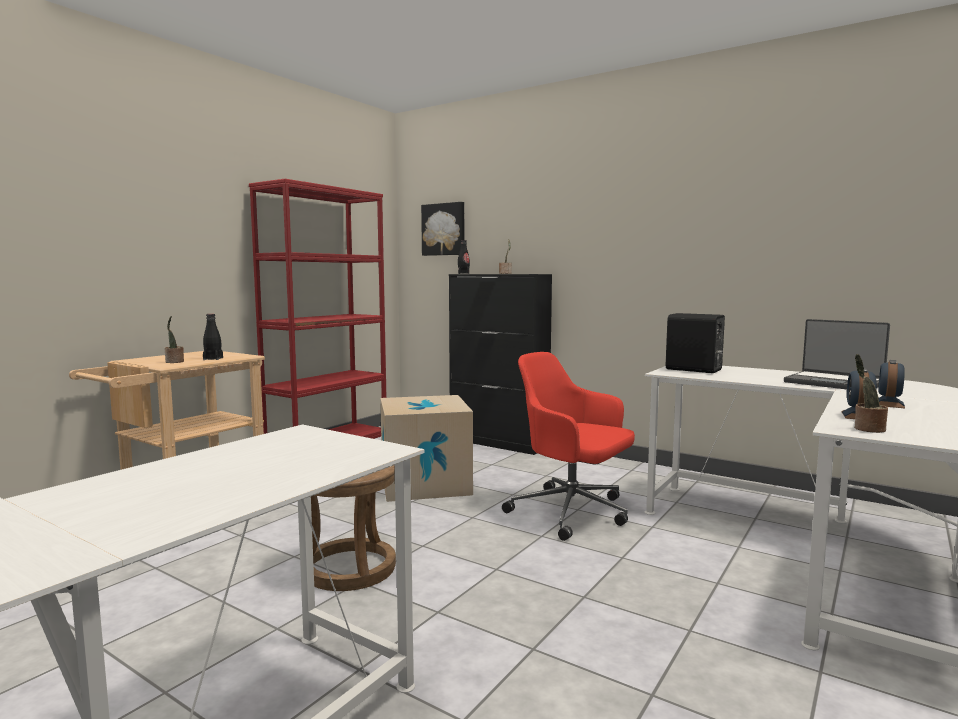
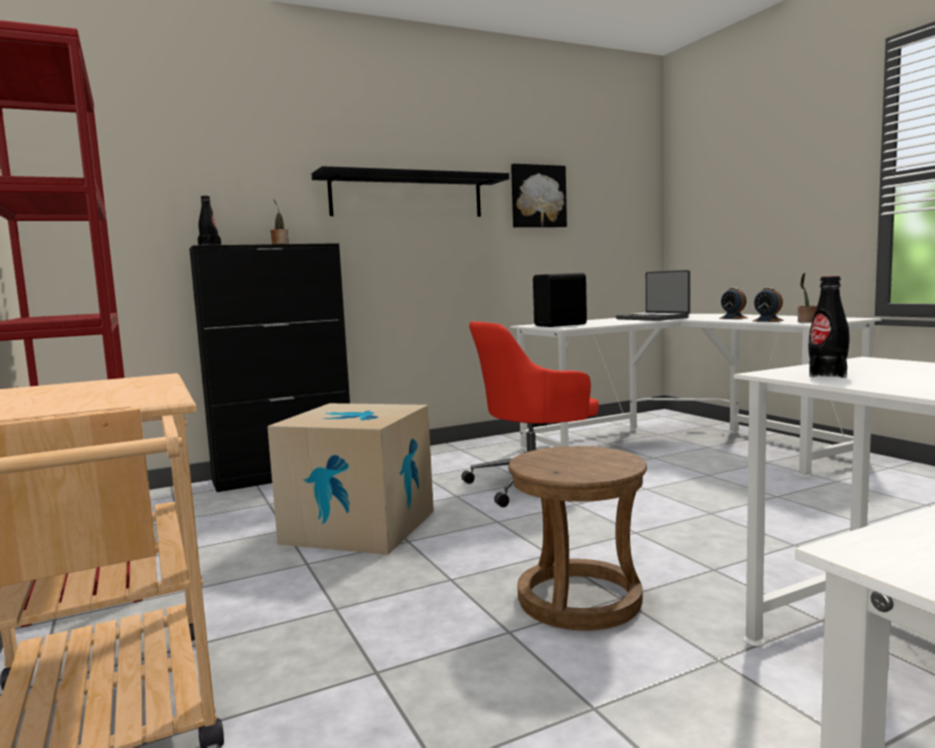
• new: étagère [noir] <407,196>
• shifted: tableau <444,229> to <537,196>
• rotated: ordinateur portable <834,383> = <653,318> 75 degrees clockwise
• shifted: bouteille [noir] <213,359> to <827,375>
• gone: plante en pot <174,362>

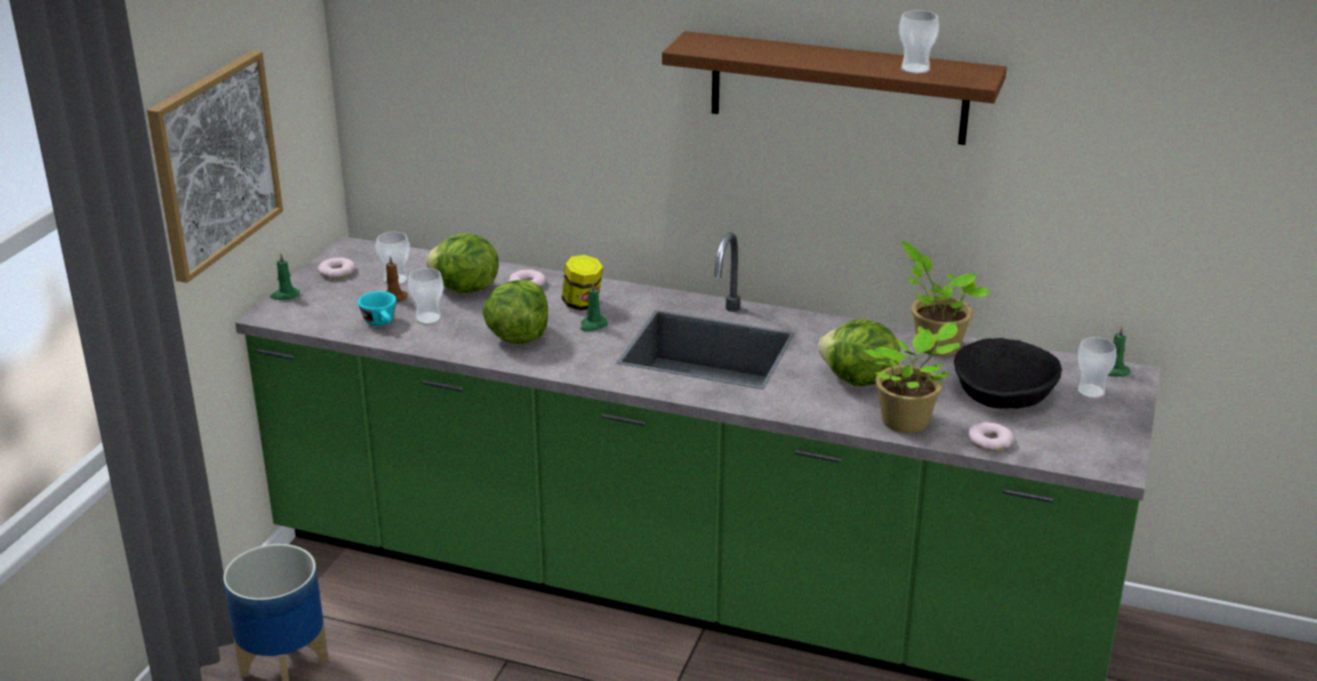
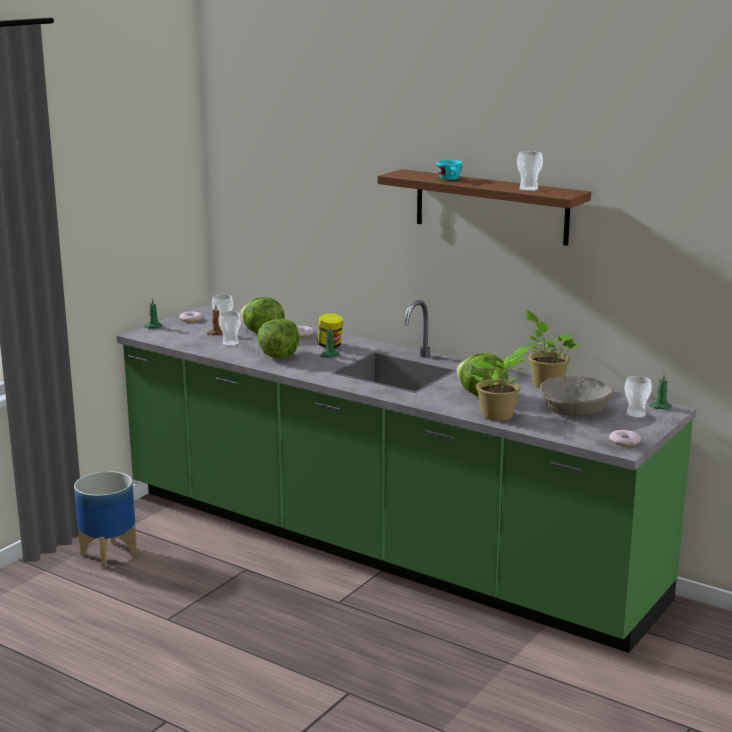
• shifted: tasse [turquoise] <381,323> to <450,179>
• repainted: bol [noir] <1004,392> to bol [beige] <575,409>
• shifted: beignet <990,441> to <624,441>
• gone: tableau <214,163>

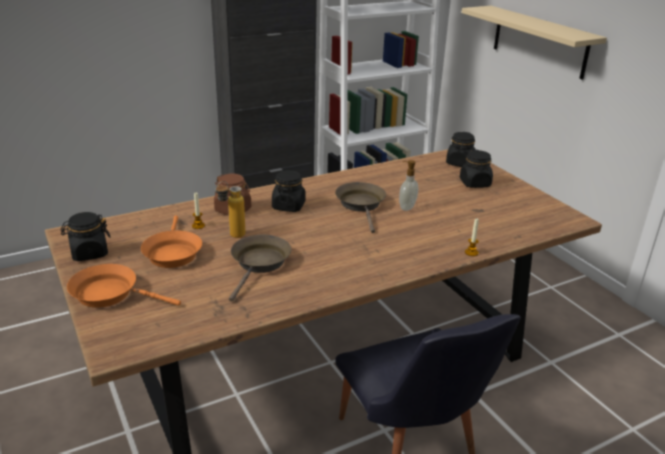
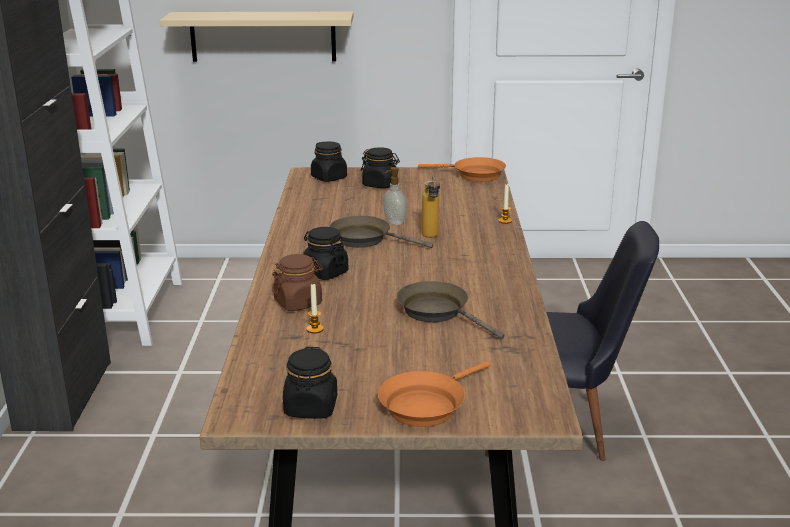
• shifted: poêle [orange] <172,253> to <474,175>
• shifted: bouteille <232,236> to <431,237>

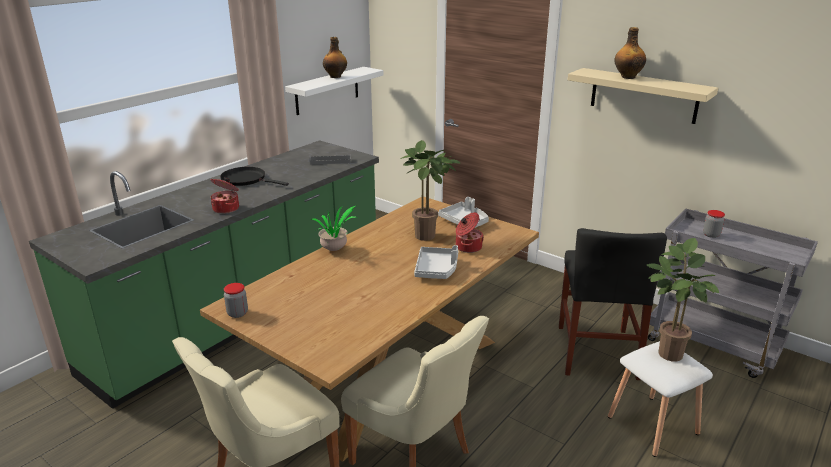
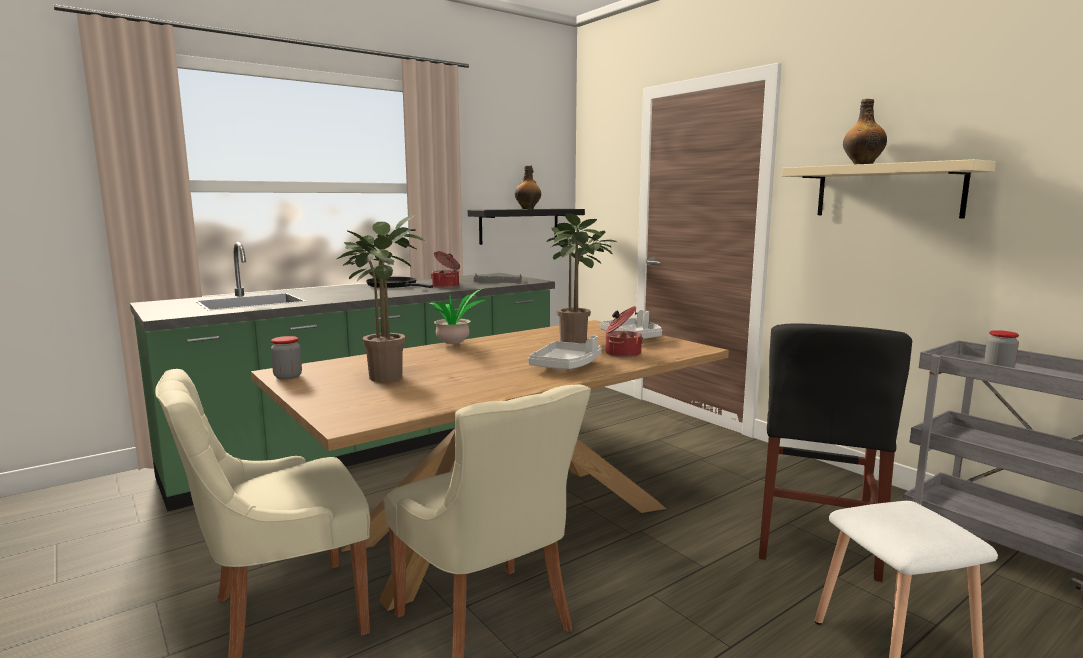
• shifted: plante en pot <666,352> to <385,376>
• shifted: marmite <227,208> to <446,286>
• repainted: étagère [blanc] <327,90> to étagère [noir] <519,226>

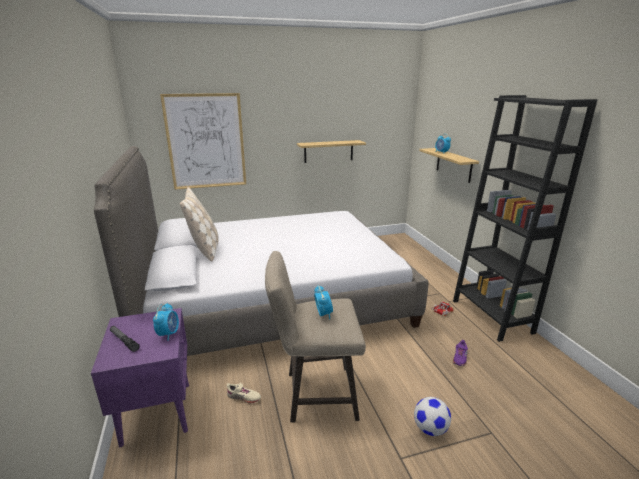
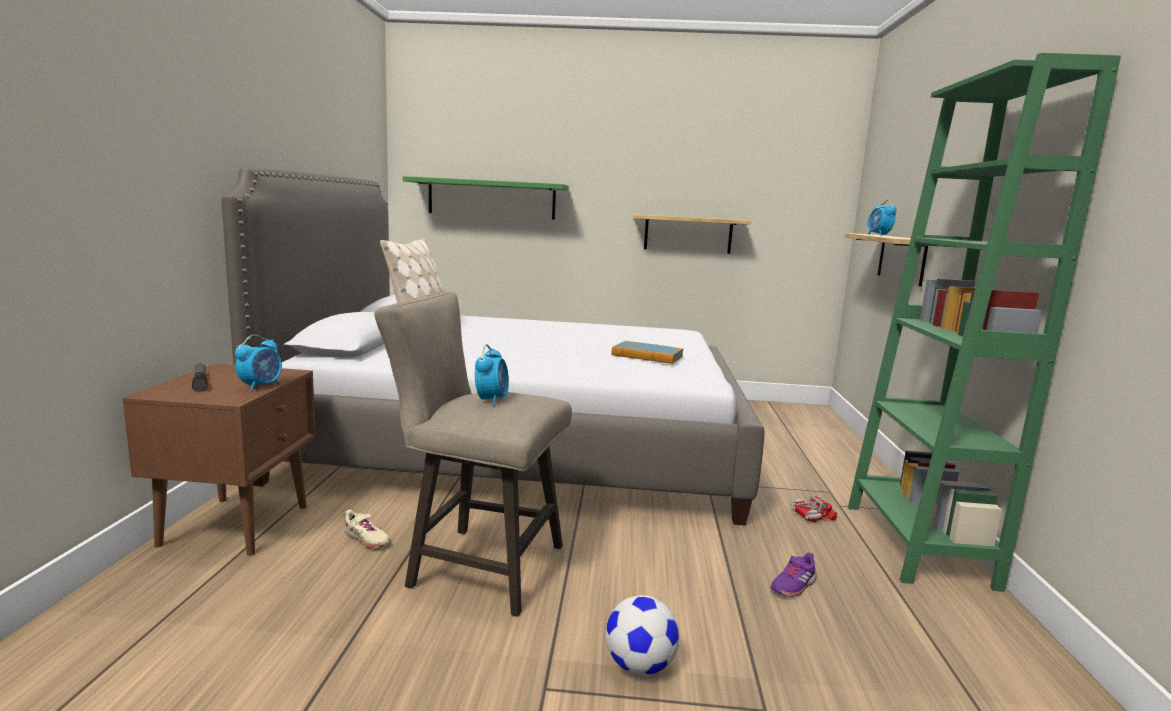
• repainted: table de chevet [violet] <158,411> to table de chevet [marron] <238,524>
• swapped: tableau <206,142> to étagère [vert] <491,199>
• new: livre <647,355>
• repainted: bibliothèque [noir] <491,316> to bibliothèque [vert] <917,544>

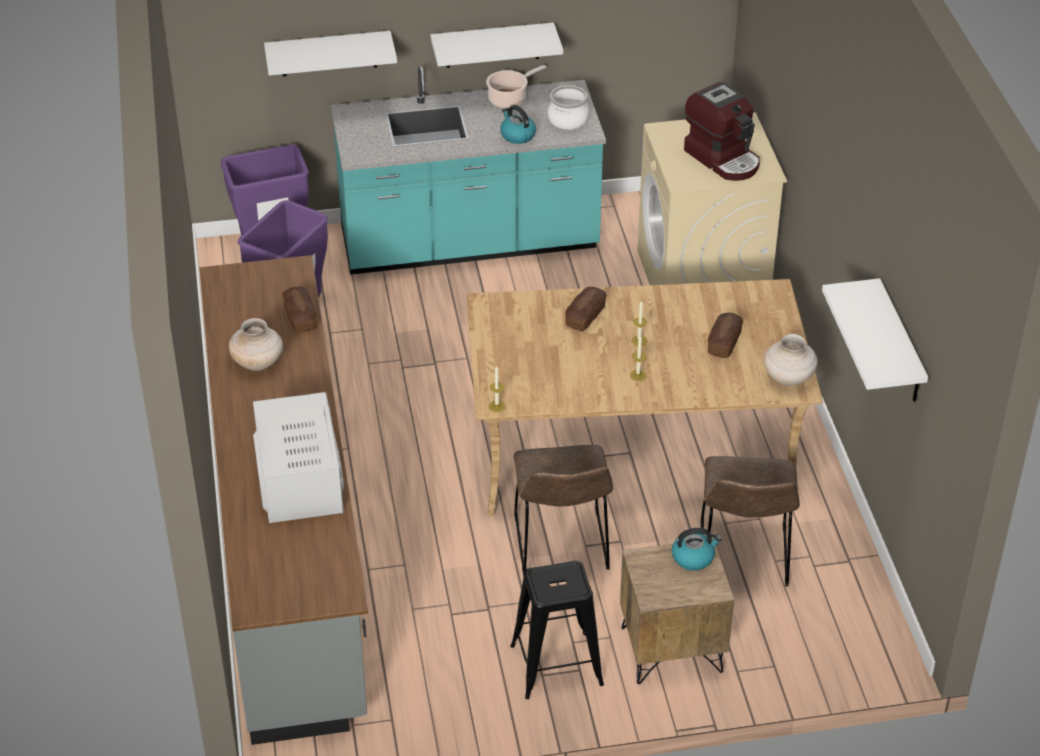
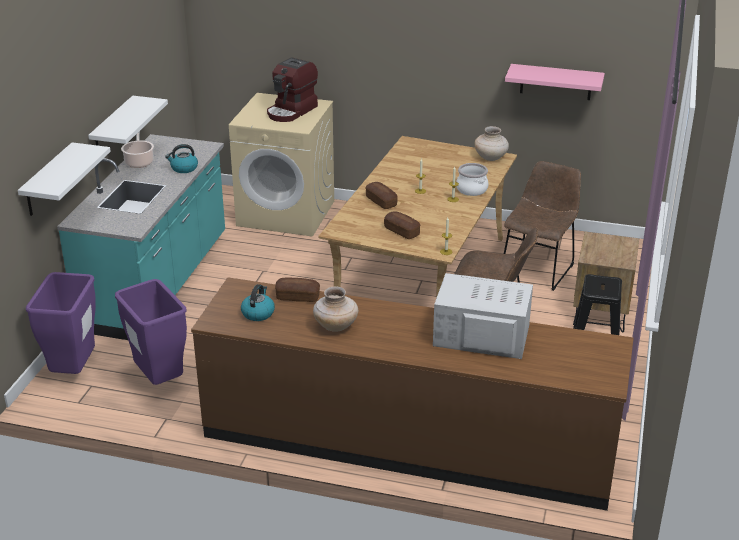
• repainted: comptoir de cuisine [gris] <289,541> to comptoir de cuisine [marron] <408,442>
• shifted: bouilloire <693,557> to <258,313>
• rotated: machine à café <723,158> = <292,111> 135 degrees clockwise
• shifted: pain <724,342> to <401,231>
• shifted: marmite <567,120> to <471,189>
• rotated: chaise [marron] <743,558> = <538,268> 90 degrees counterclockwise
• repainted: étagère [blanc] <900,344> to étagère [rose] <556,82>

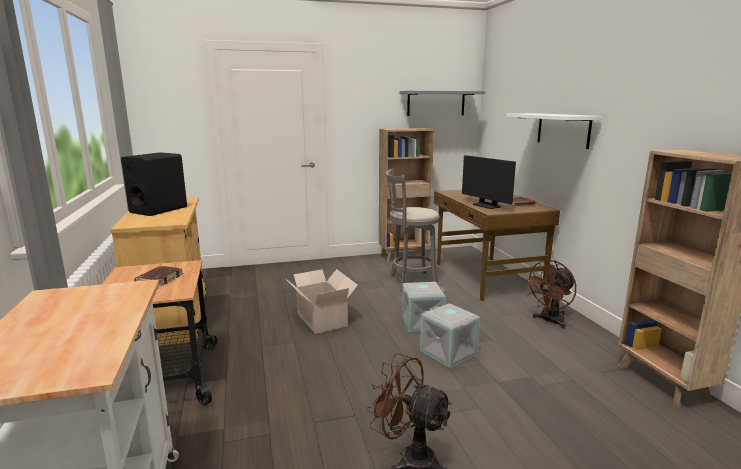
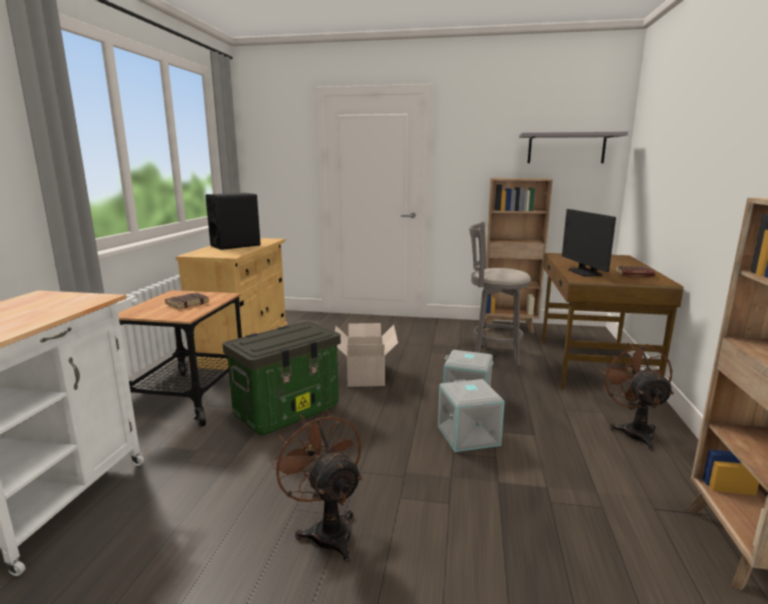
• new: boîte de rangement <288,411>
• rotated: ventilateur [marron] <549,321> = <633,430> 105 degrees clockwise
• gone: étagère [blanc] <563,130>

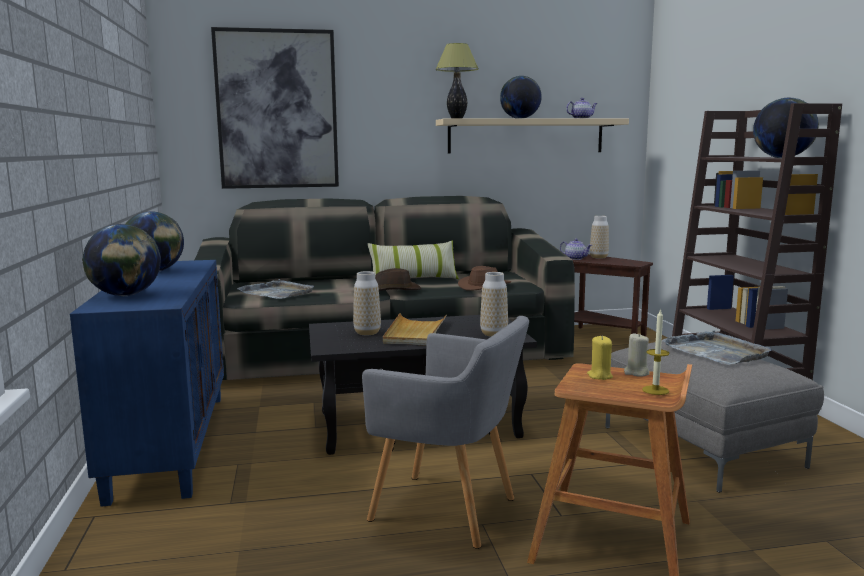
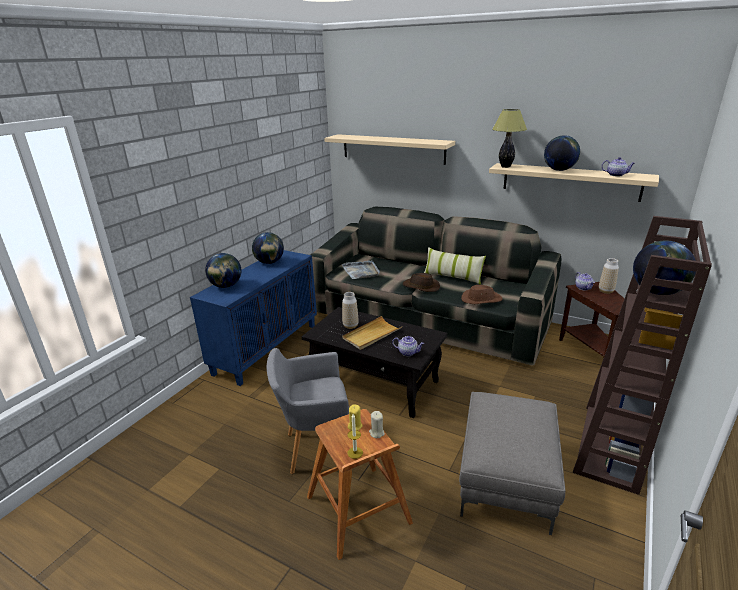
• rotated: fauteuil [gris] <450,511> = <316,448> 105 degrees clockwise
• swapped: tableau <277,110> to étagère [beige] <392,149>
• swapped: vase <493,334> to théière <408,352>
• gone: plateau [gris] <716,352>

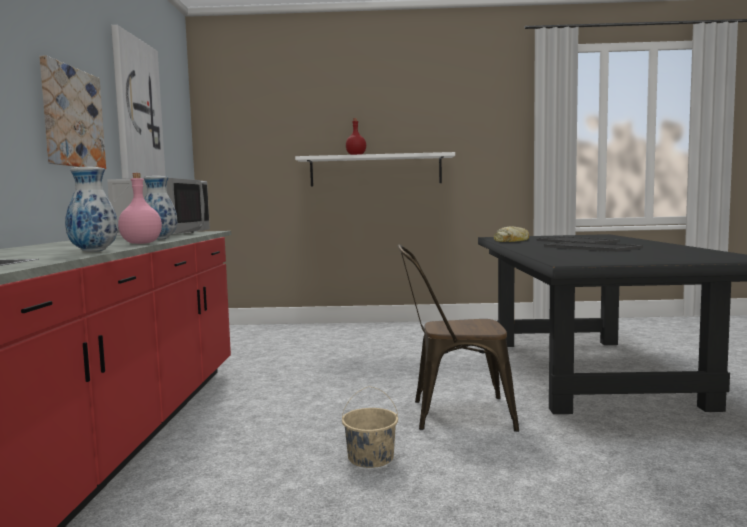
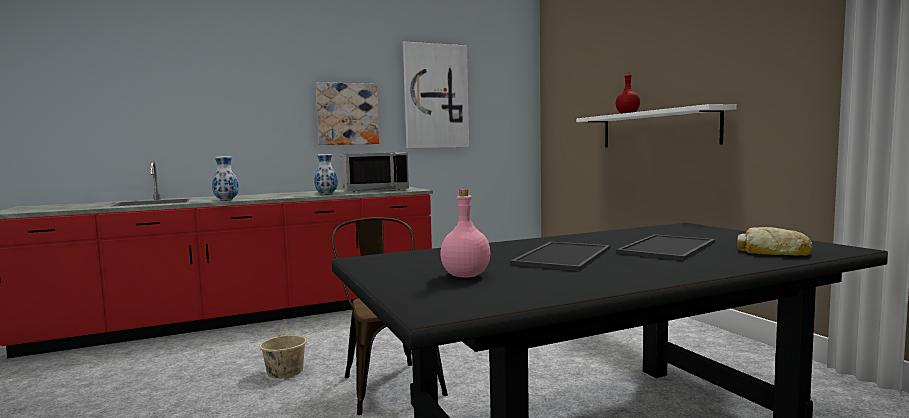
• shifted: bouteille [rose] <140,243> to <465,275>
• shifted: pain <512,240> to <773,252>

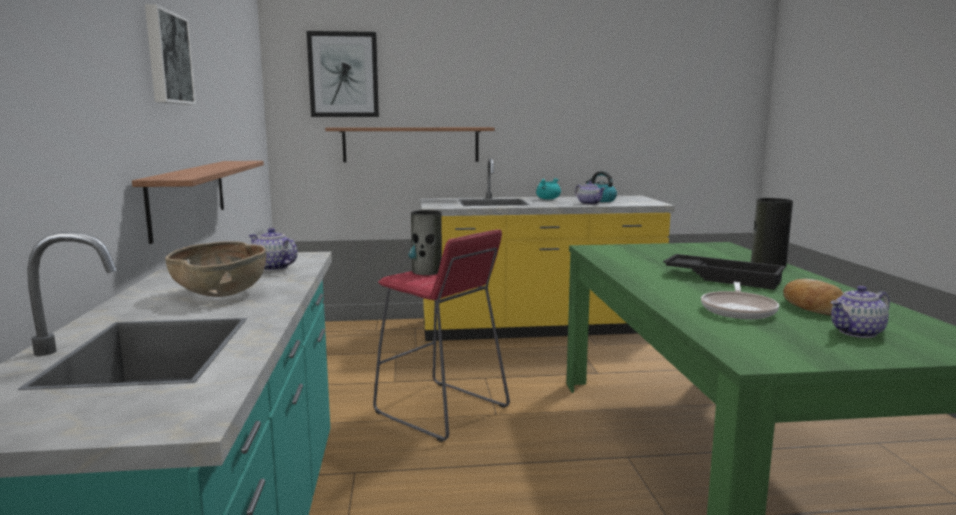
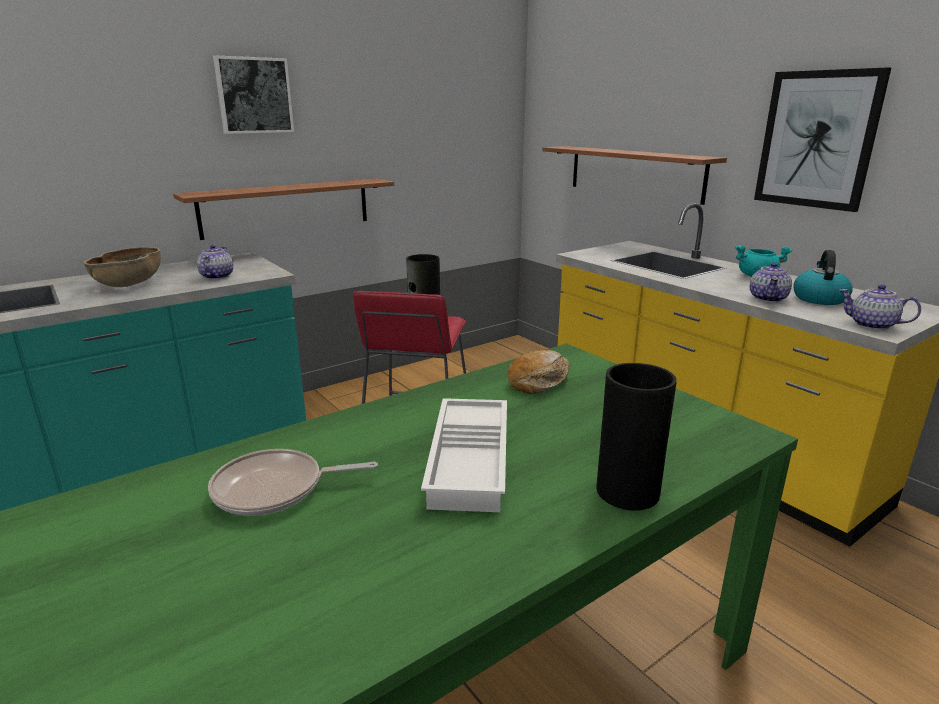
• repainted: plateau [noir] <723,277> to plateau [blanc] <472,460>
• shifted: pain <811,308> to <539,381>
• shifted: tableau <343,75> to <817,140>
• shifted: théière <857,333> to <871,325>

